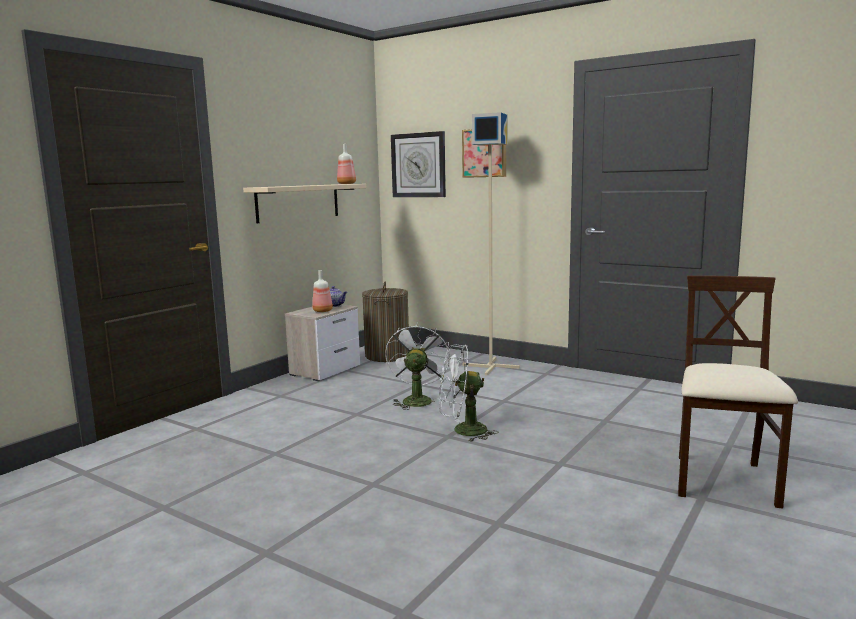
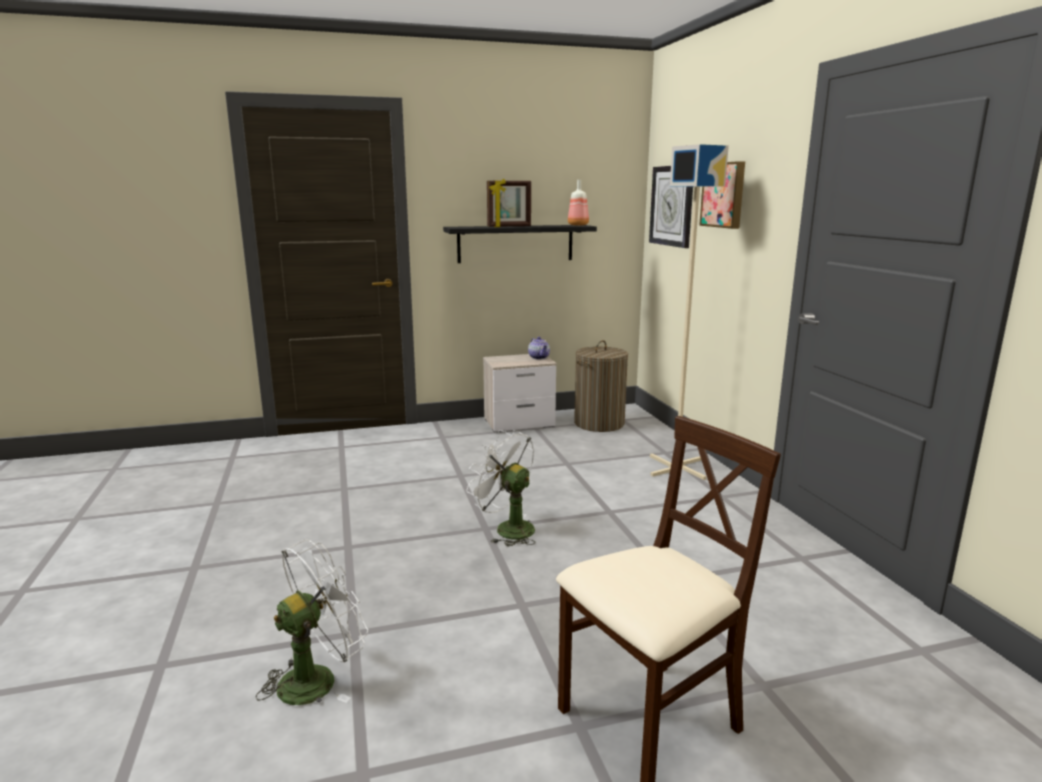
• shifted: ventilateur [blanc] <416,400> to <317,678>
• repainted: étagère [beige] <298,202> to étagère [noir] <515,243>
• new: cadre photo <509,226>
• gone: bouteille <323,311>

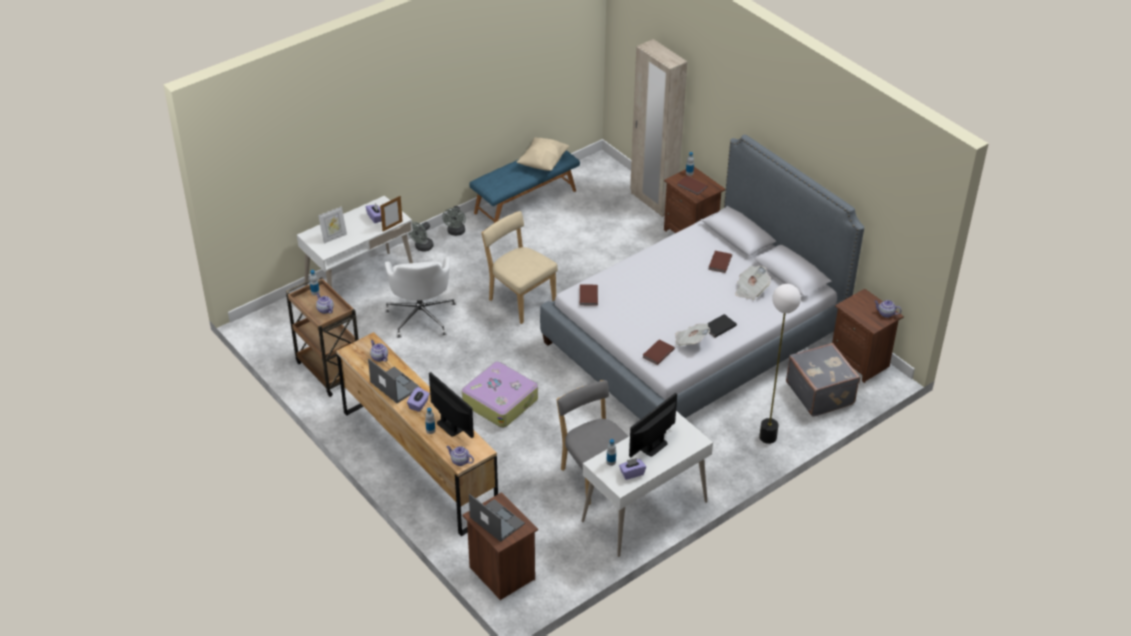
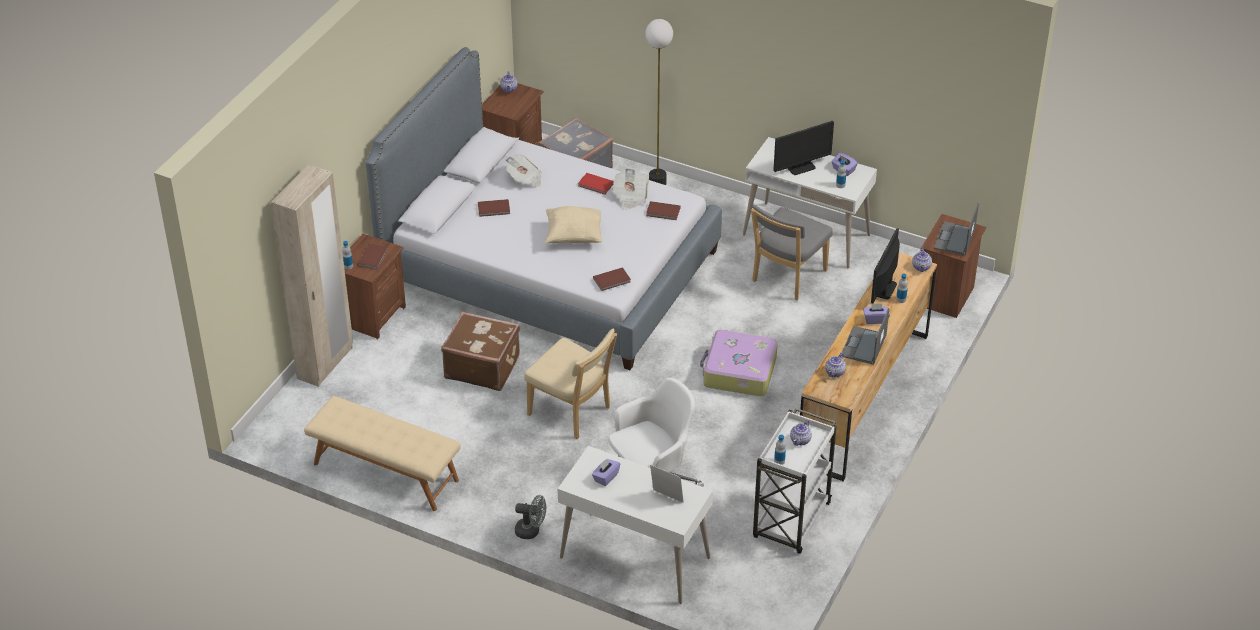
• repainted: banc [bleu] <525,201> to banc [beige] <385,472>
• new: valise [marron] <482,366>
• rotated: chaise [beige] <520,299> = <572,412> 75 degrees counterclockwise
• shifted: coussin [beige] <543,163> to <573,237>
• repainted: livre [noir] <718,326> to livre [rouge] <596,185>
• repainted: chariot [marron] <329,370> to chariot [blanc] <791,522>
• rotated: écran d'ordinateur <653,446> = <801,167> 45 degrees counterclockwise
• gone: cadre photo <392,226>
• gone: ventilateur [gris] <456,232>

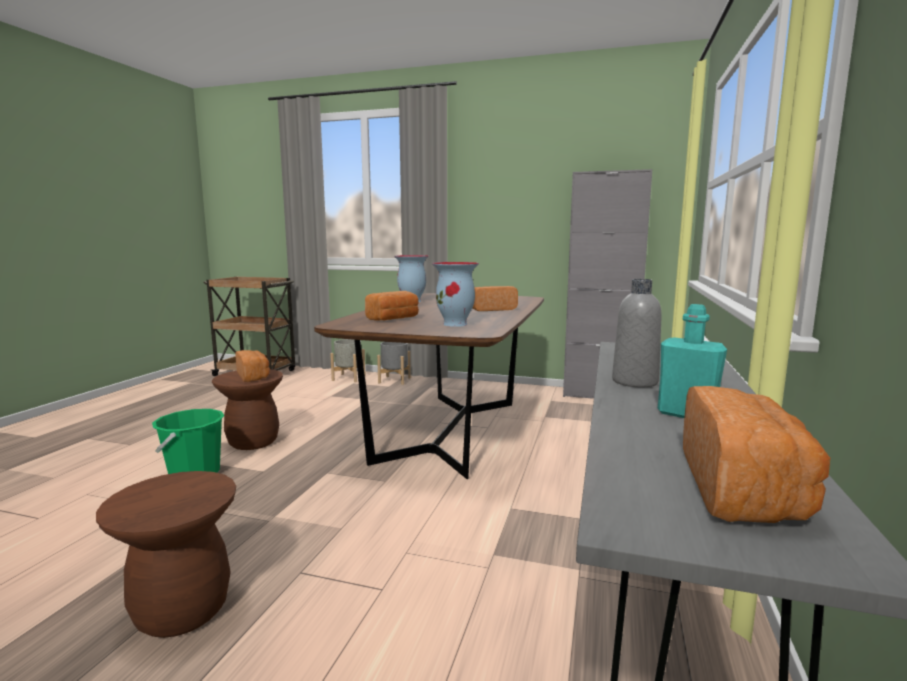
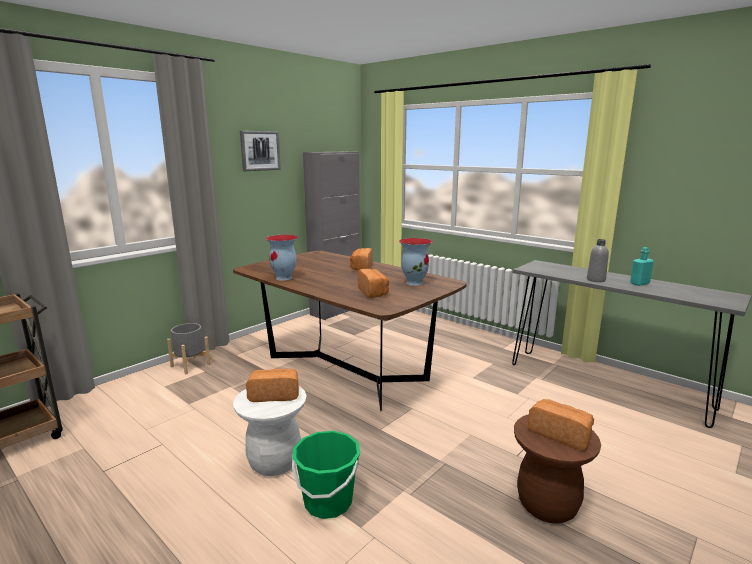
• repainted: tabouret [marron] <253,442> to tabouret [blanc] <274,462>
• new: tableau <260,151>
• shifted: pain <743,489> to <560,434>
• gone: cache-pot [gris] <349,378>

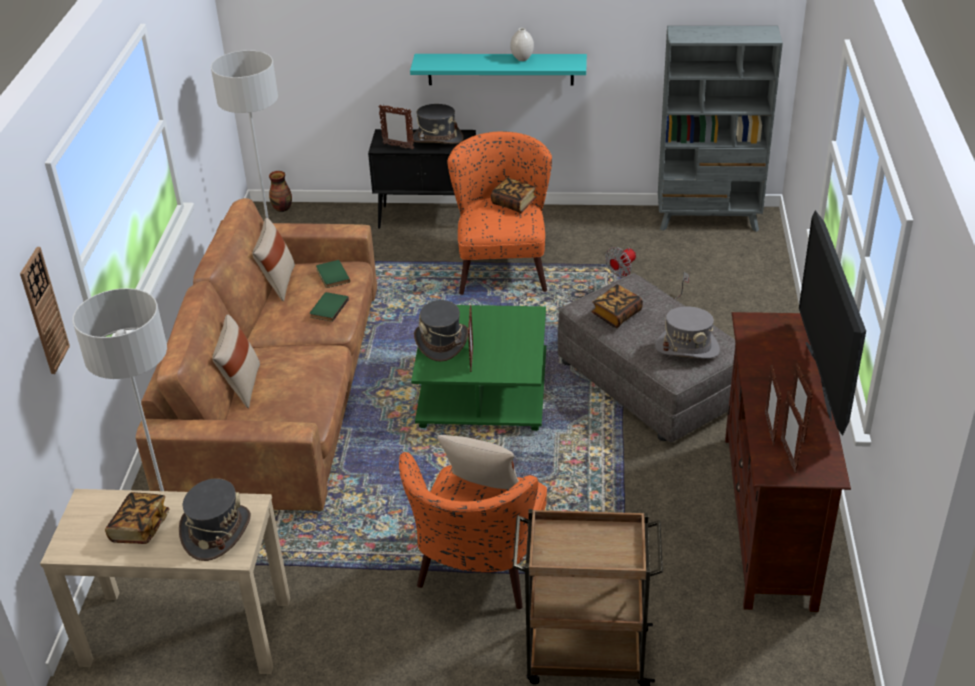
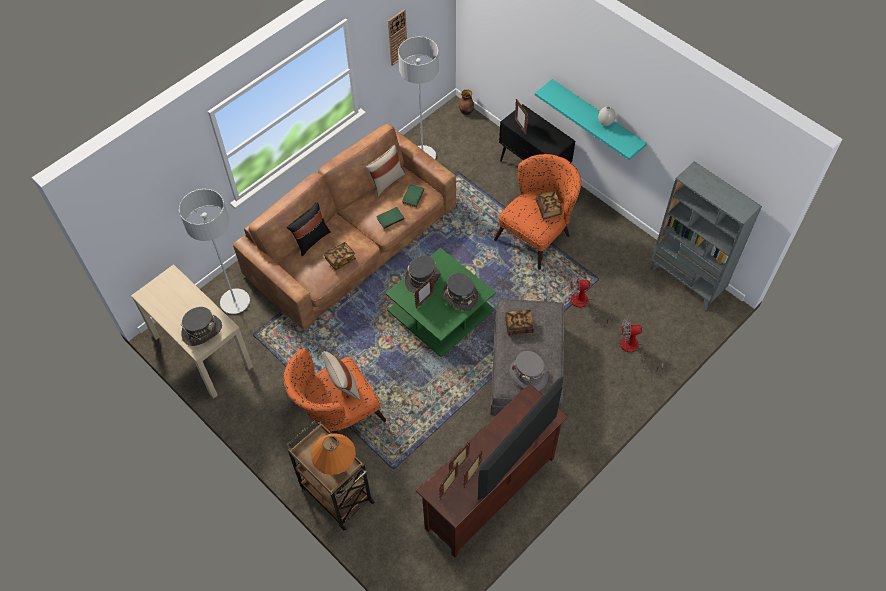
• repainted: coussin [beige] <241,386> to coussin [noir] <311,240>
• new: lampe de table [orange] <336,467>
• shifted: livre <140,528> to <340,259>
• shifted: horloge murale <44,311> to <397,37>
• shifted: chapeau [gris] <437,139> to <460,296>
• new: ventilateur <634,349>

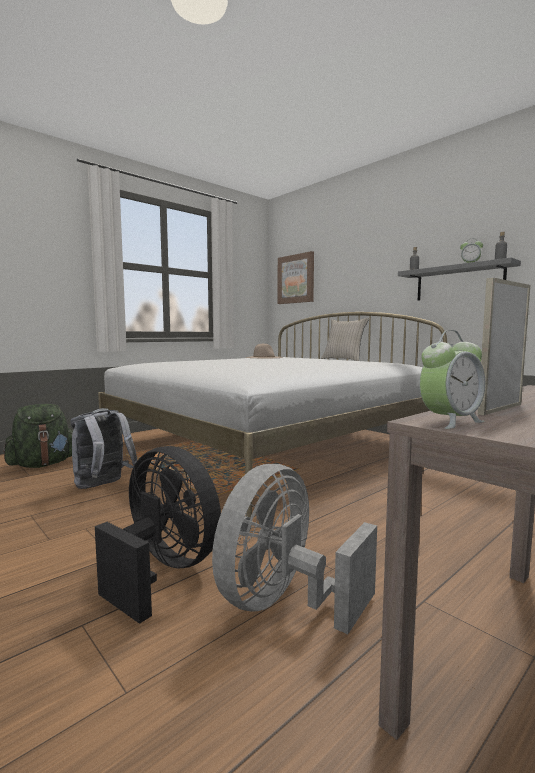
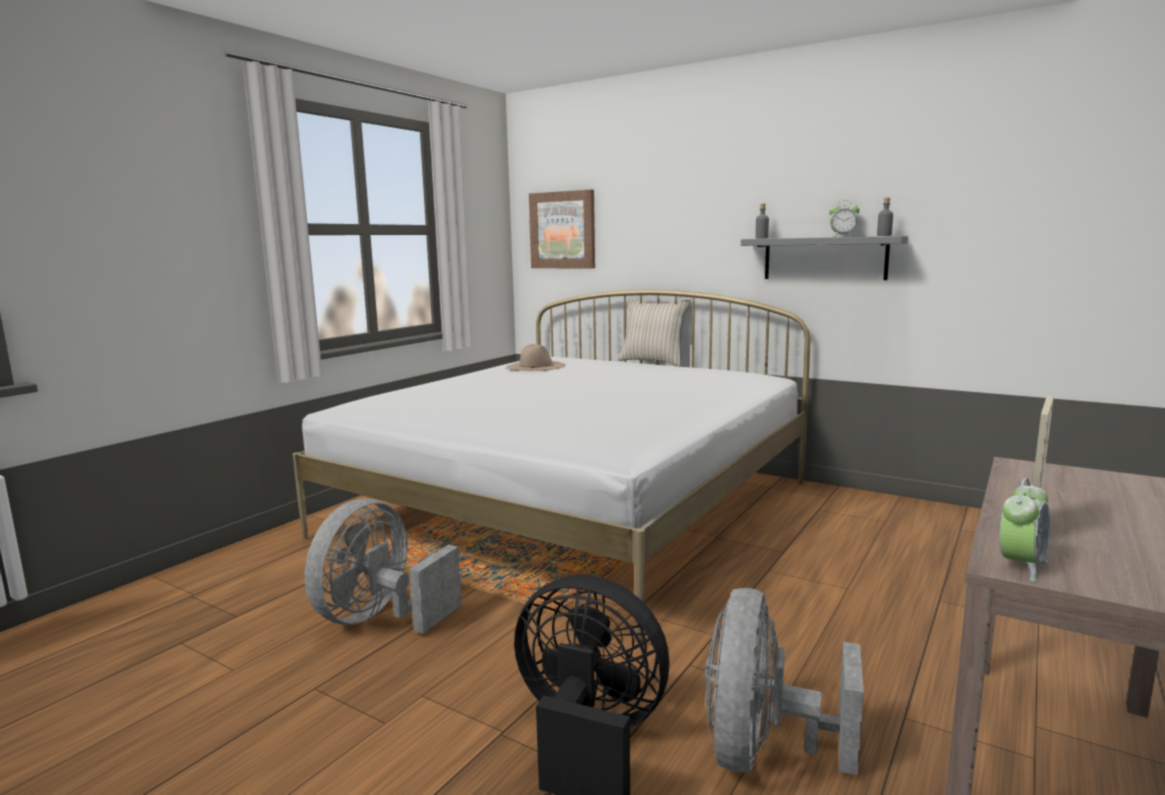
• swapped: sac à dos [gris] <103,486> to ventilateur [gris] <380,618>
• gone: sac à dos [vert] <43,464>

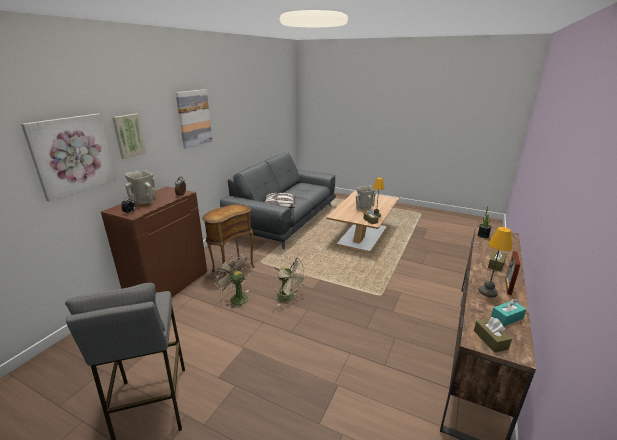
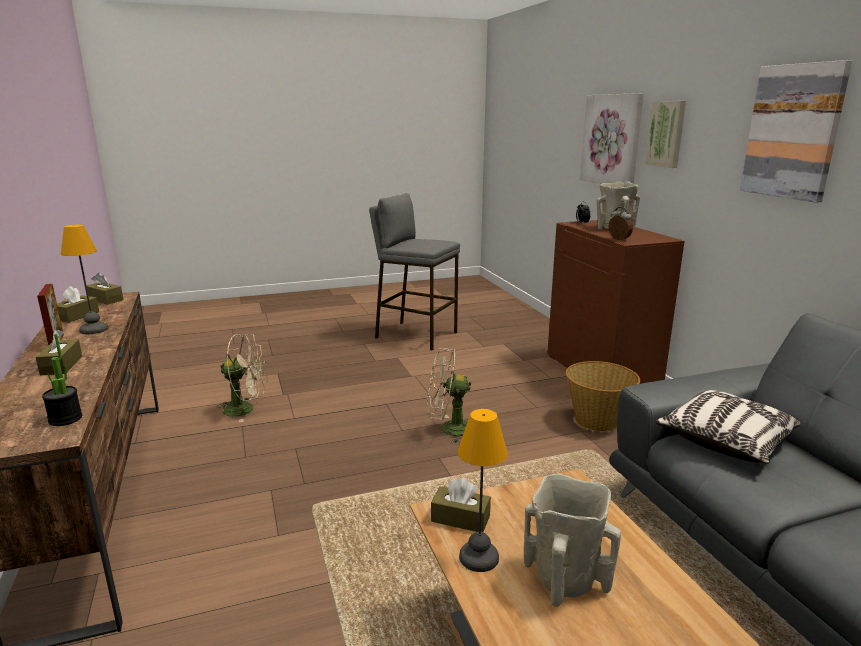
• repainted: boîte à mouchoirs [turquoise] <507,318> to boîte à mouchoirs [marron] <77,316>
• shifted: ventilateur [beige] <236,298> to <246,409>
• swapped: table d'appoint [marron] <232,269> to panier <597,420>

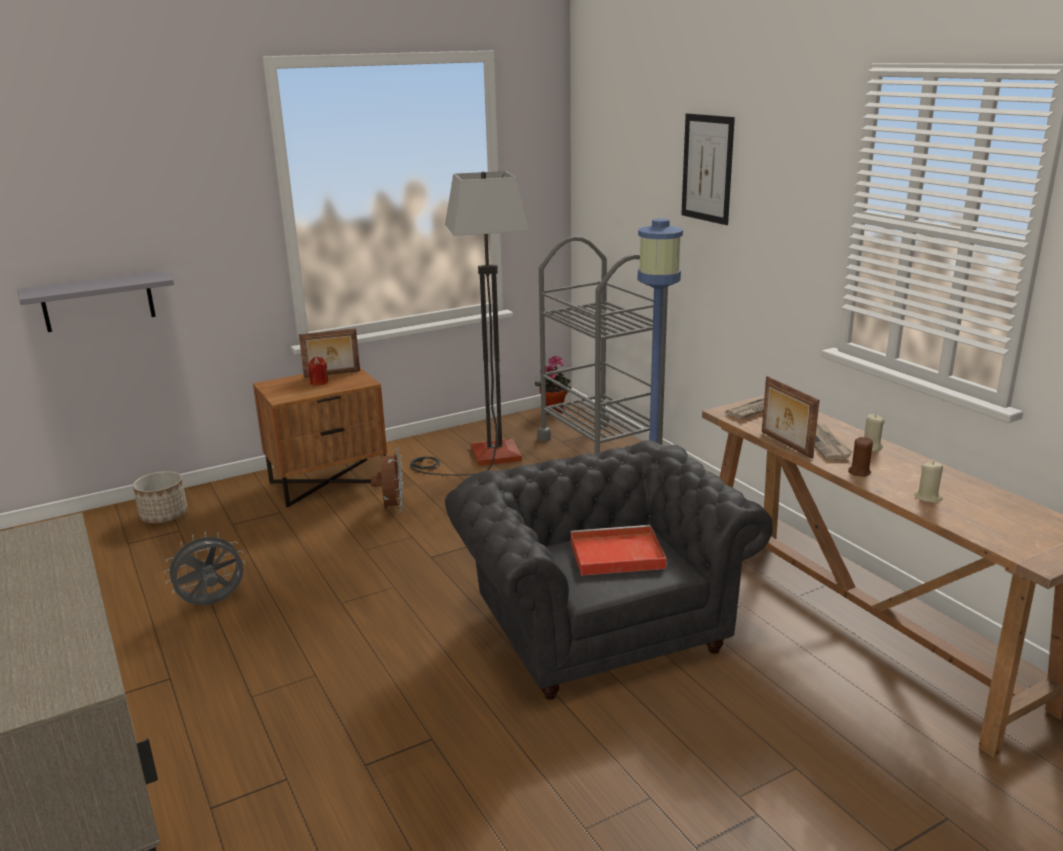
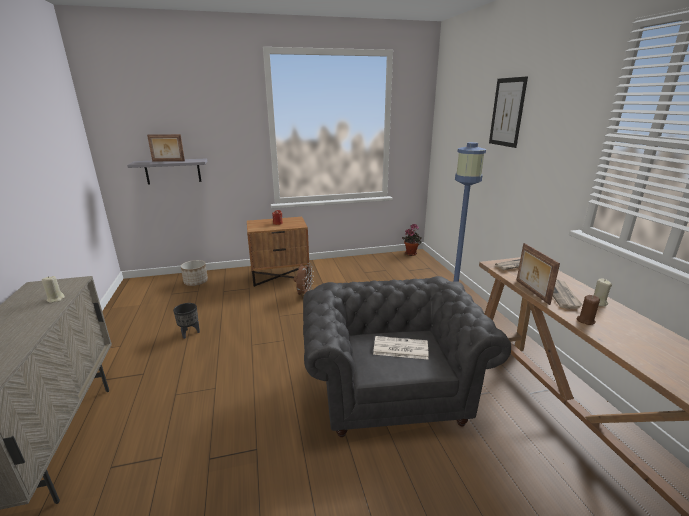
• shifted: bougie [beige] <928,498> to <56,299>
• shifted: cadre photo <332,374> to <168,161>
• swapped: ventilateur [gris] <212,604> to cache-pot [noir] <189,333>
• swapped: plateau [rouge] <615,555> to journal <399,348>
• gone: lampadaire <480,458>
• gone: chariot [gris] <600,448>

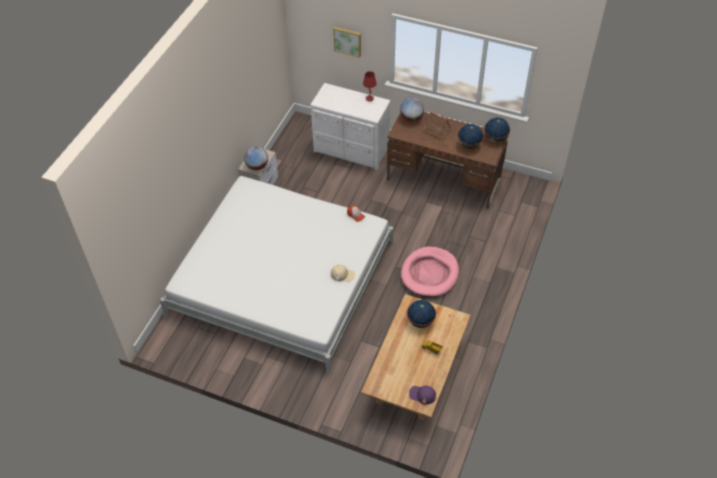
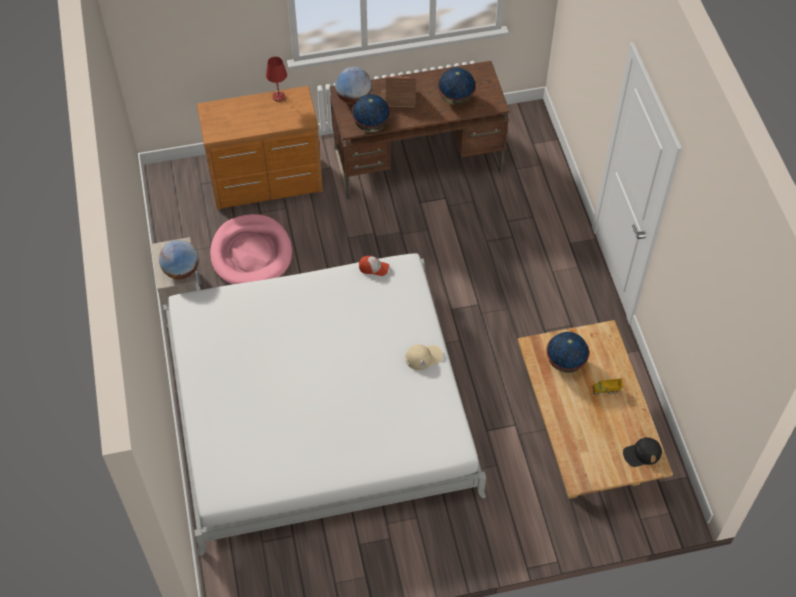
• repainted: commode [blanc] <351,151> to commode [marron] <267,183>
• shifted: panier pour chien [rose] <430,274> to <251,254>
• shifted: globe <495,138> to <371,125>
• repainted: casquette [violet] <422,395> to casquette [noir] <642,453>
• gone: tableau <347,41>

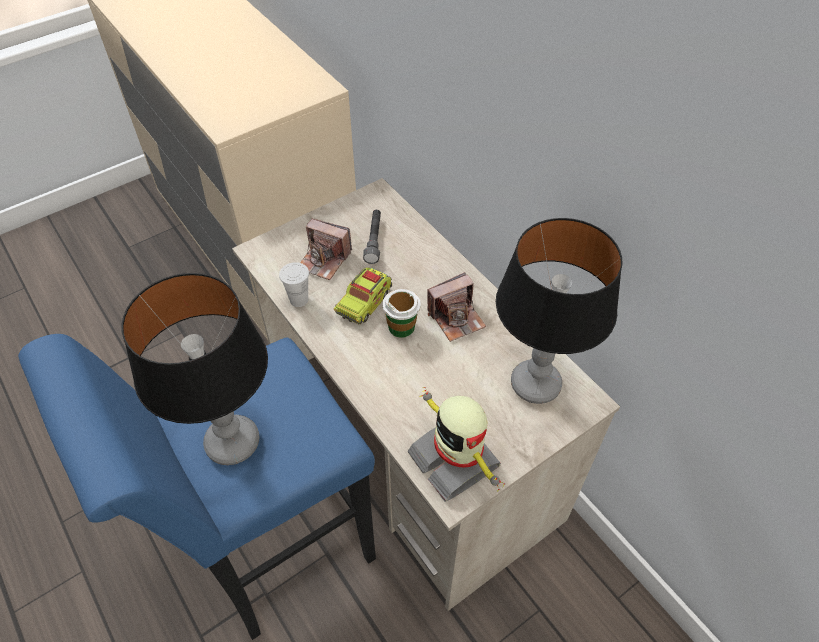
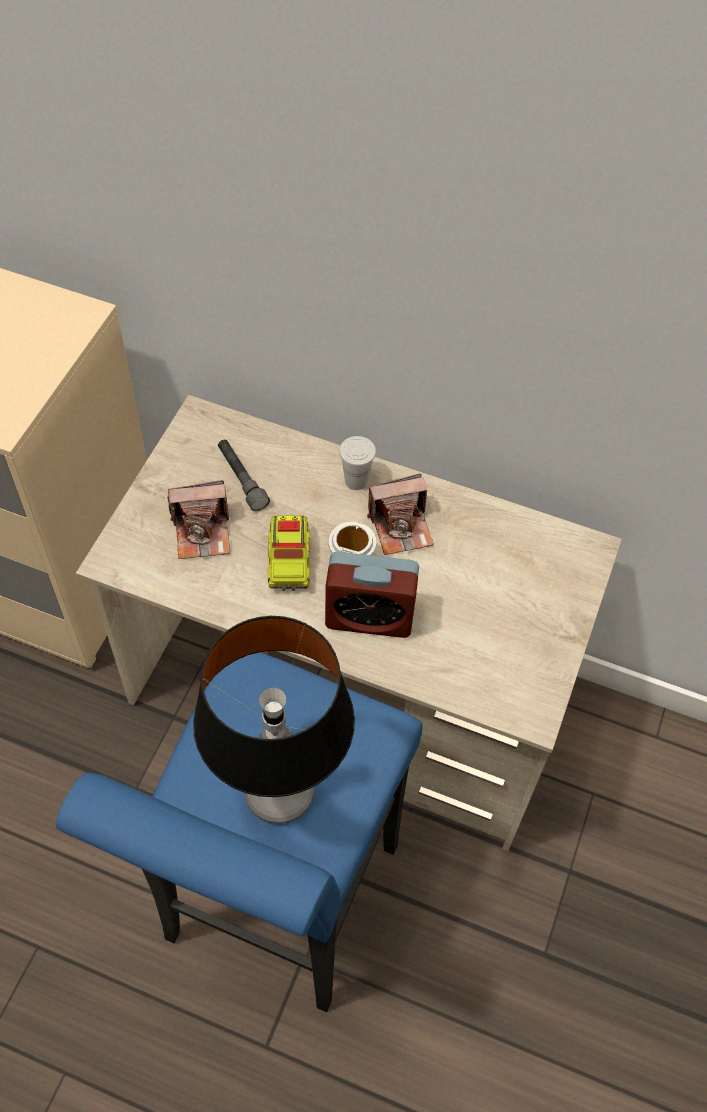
• new: réveil <369,617>
• shifted: tasse [blanc] <299,300> to <356,481>
• rotated: appareil photo <456,318> = <401,527> 45 degrees clockwise
• gone: robot jouet <455,459>
• gone: lampe de table <535,384>

